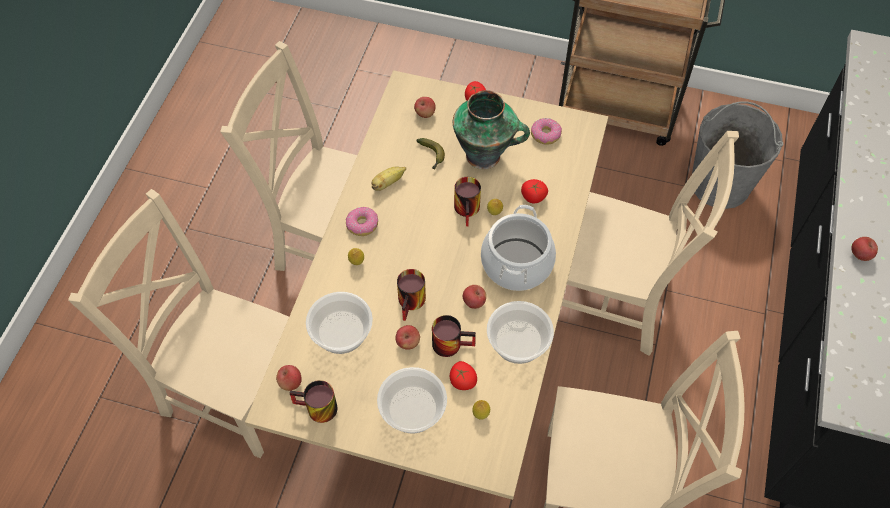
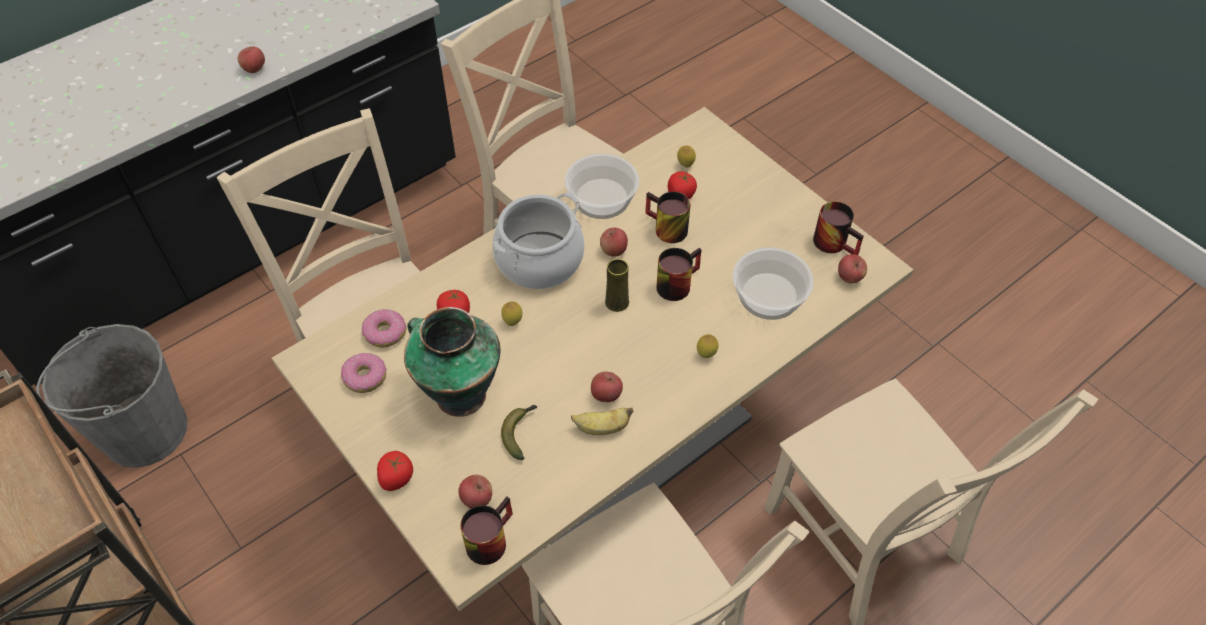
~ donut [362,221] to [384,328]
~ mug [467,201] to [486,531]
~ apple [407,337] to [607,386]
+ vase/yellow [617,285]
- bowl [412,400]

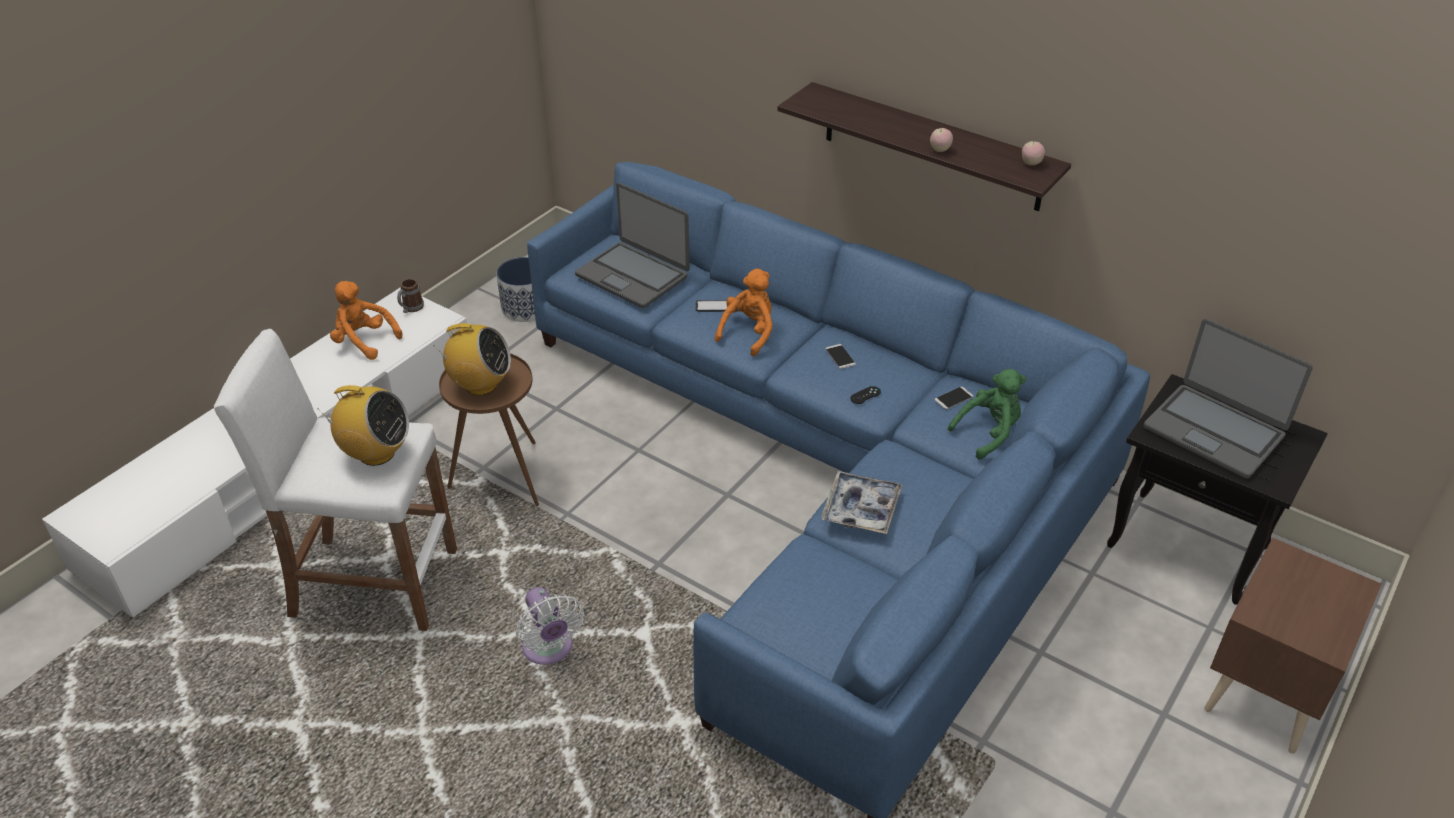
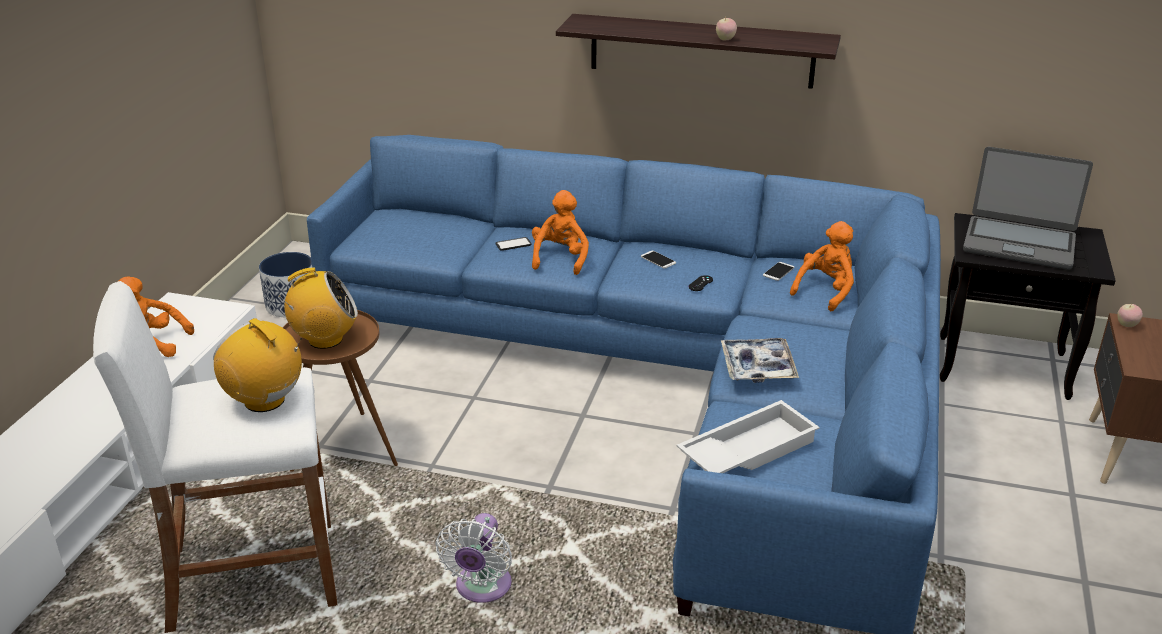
~ radio [363,425] = [257,365] 135 degrees counterclockwise
~ fan/white [550,626] = [473,558] 60 degrees clockwise
+ tray/white [748,436]
~ plush toy/green [987,414] to plush toy/orange [822,266]
~ apple [1033,153] to [1130,315]
- mug [410,296]
- laptop [632,245]

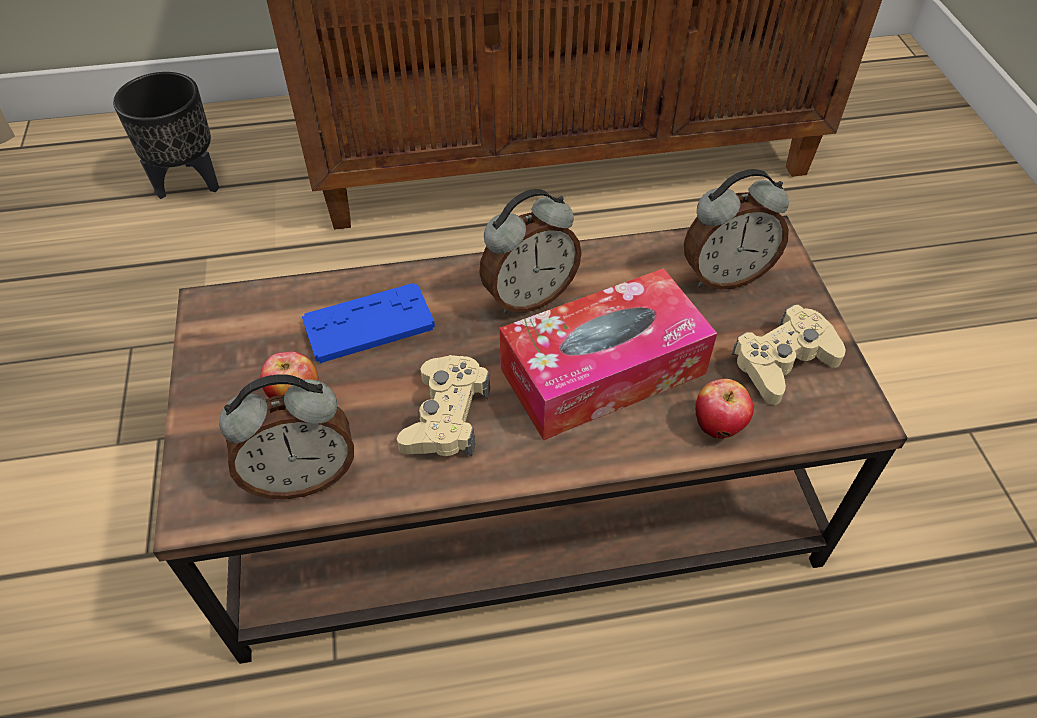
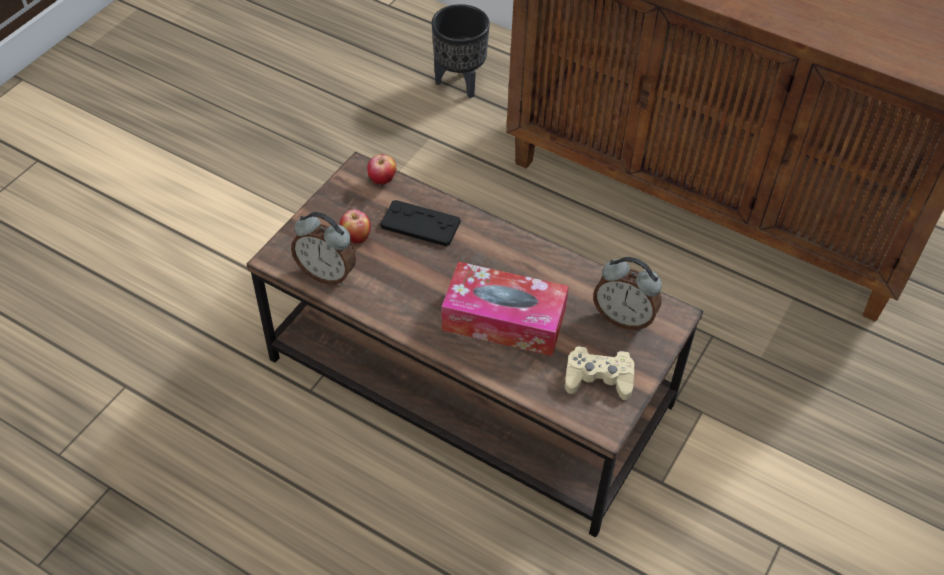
~ apple [724,409] to [381,169]
~ game controller/blue [368,323] to game controller/black [420,223]
- game controller/beige [443,405]
- alarm clock [530,251]

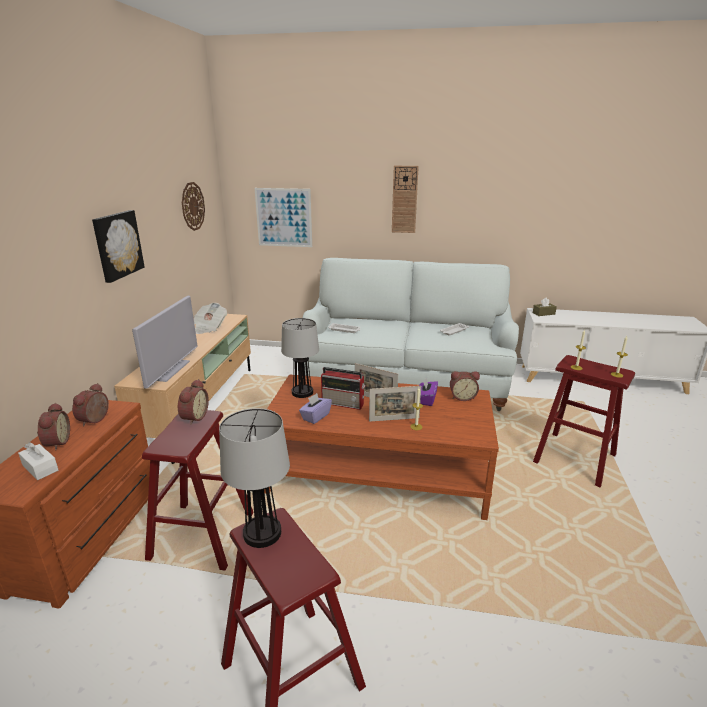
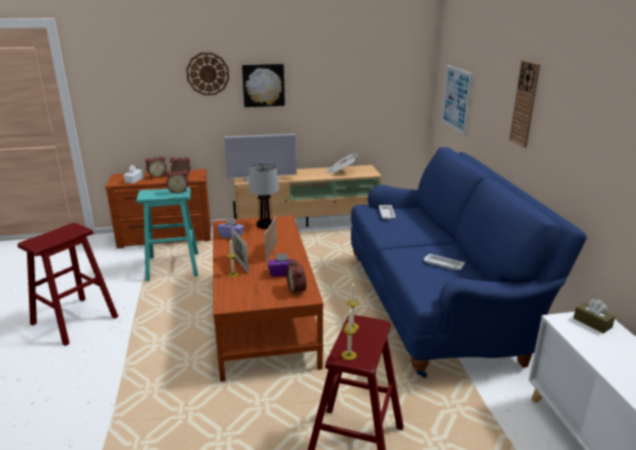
~ stool/red [197,490] to stool/turquoise [167,234]
~ wall clock [193,206] to [207,74]
~ sofa/white [411,334] to sofa/blue [469,262]
- table lamp [254,478]
- radio [343,388]

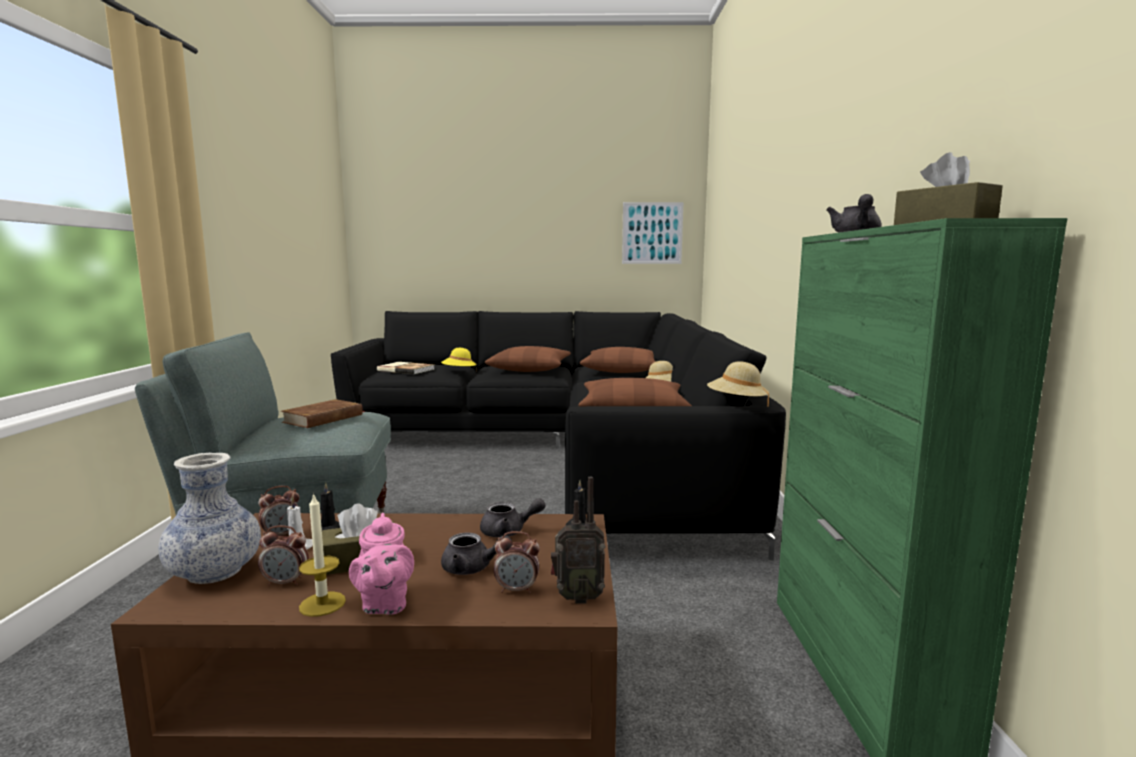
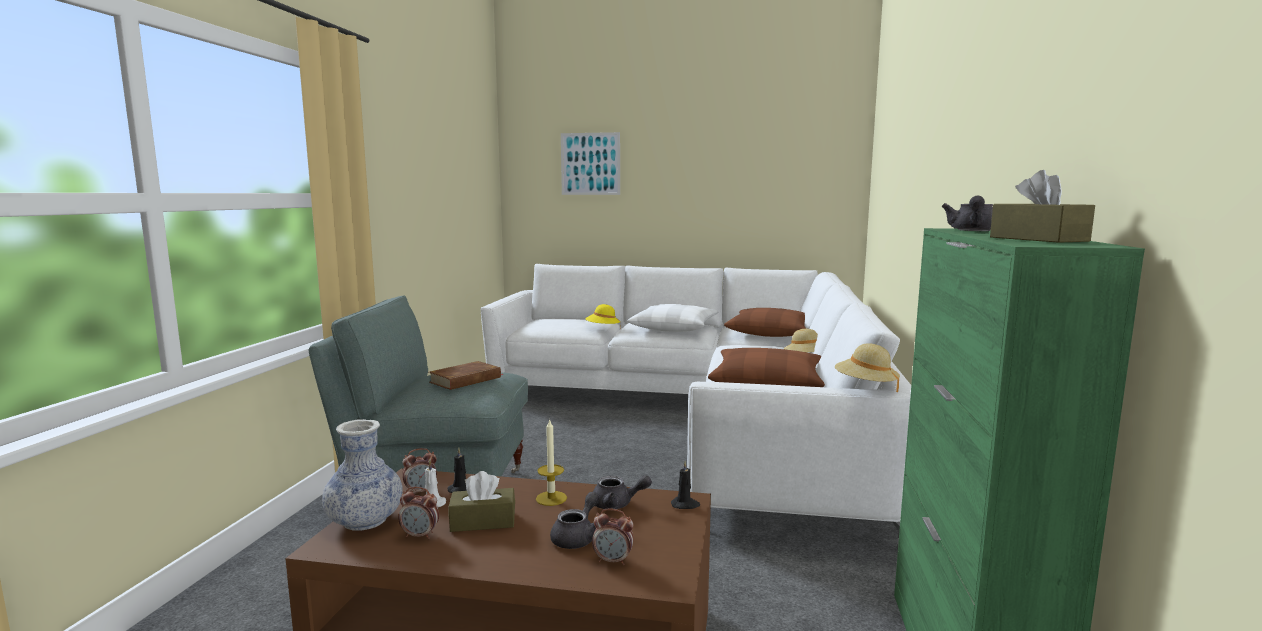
~ sofa/black [558,436] to sofa/white [696,407]
~ candle [322,555] to [551,462]
~ teapot/grey [476,553] = [574,520] 90 degrees counterclockwise
~ picture [652,233] to [590,163]
~ pillow/brown [528,359] to pillow/white [673,318]
- teapot/pink [381,564]
- book [405,368]
- radio [578,540]

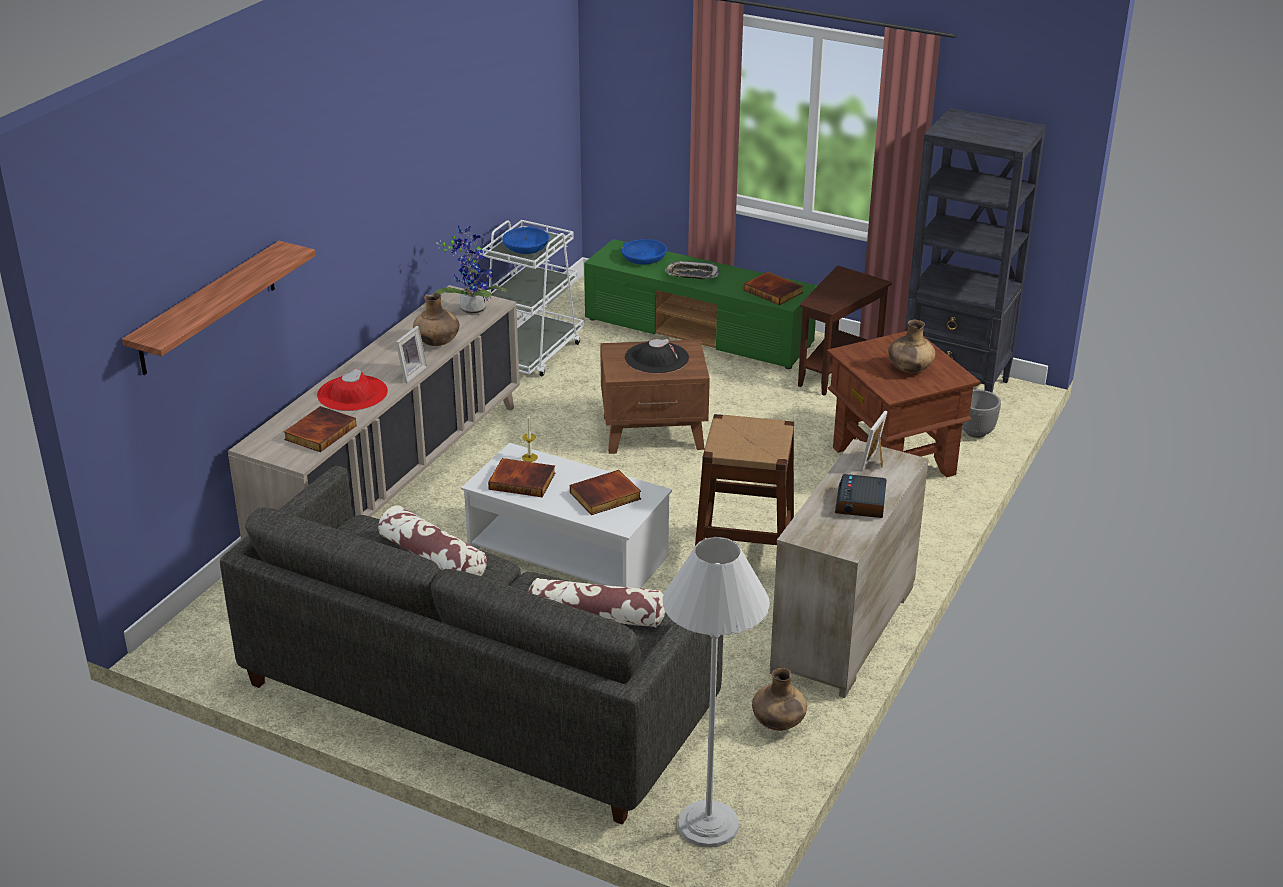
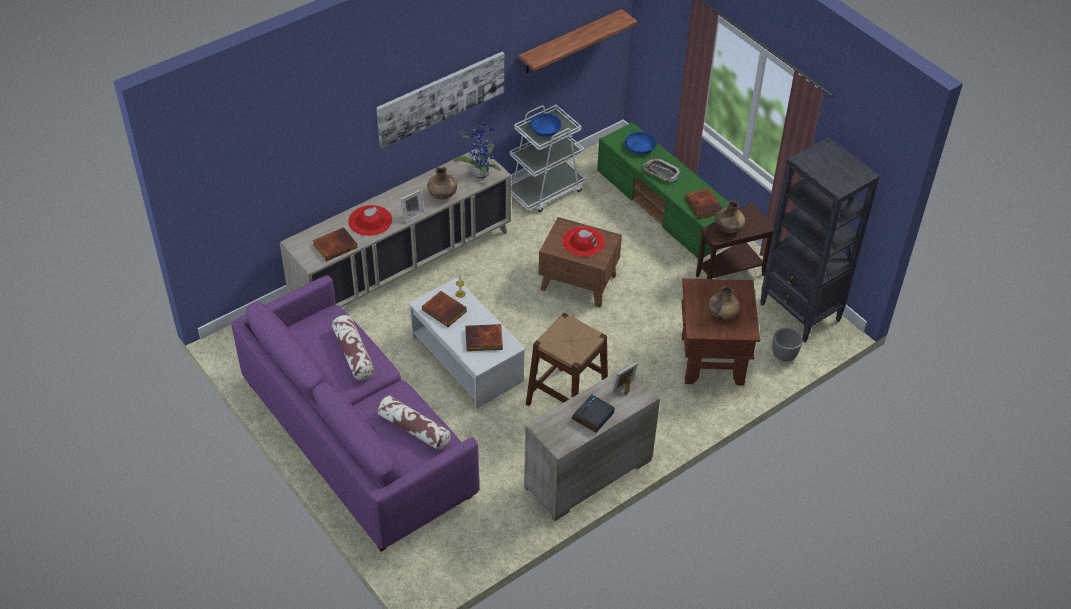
~ sofa/grey [471,645] to sofa/purple [355,413]
+ picture [440,100]
~ shelf [219,308] to [578,41]
~ hat/black [657,356] to hat/red [583,241]
~ vase/brown [779,699] to [730,216]
- floor lamp/white [716,692]

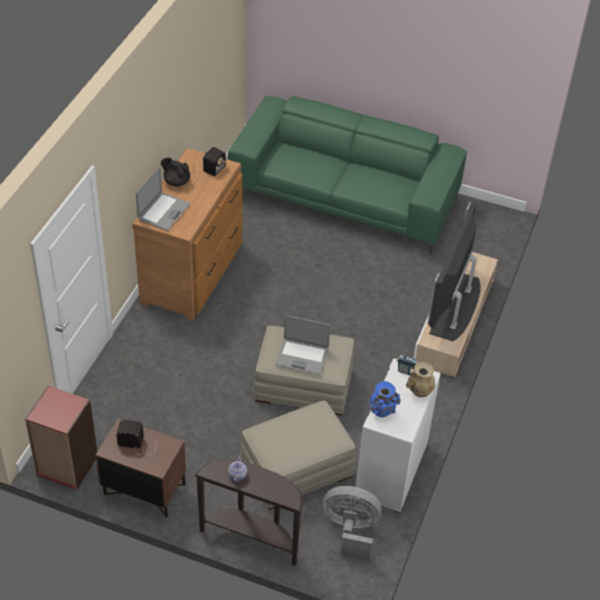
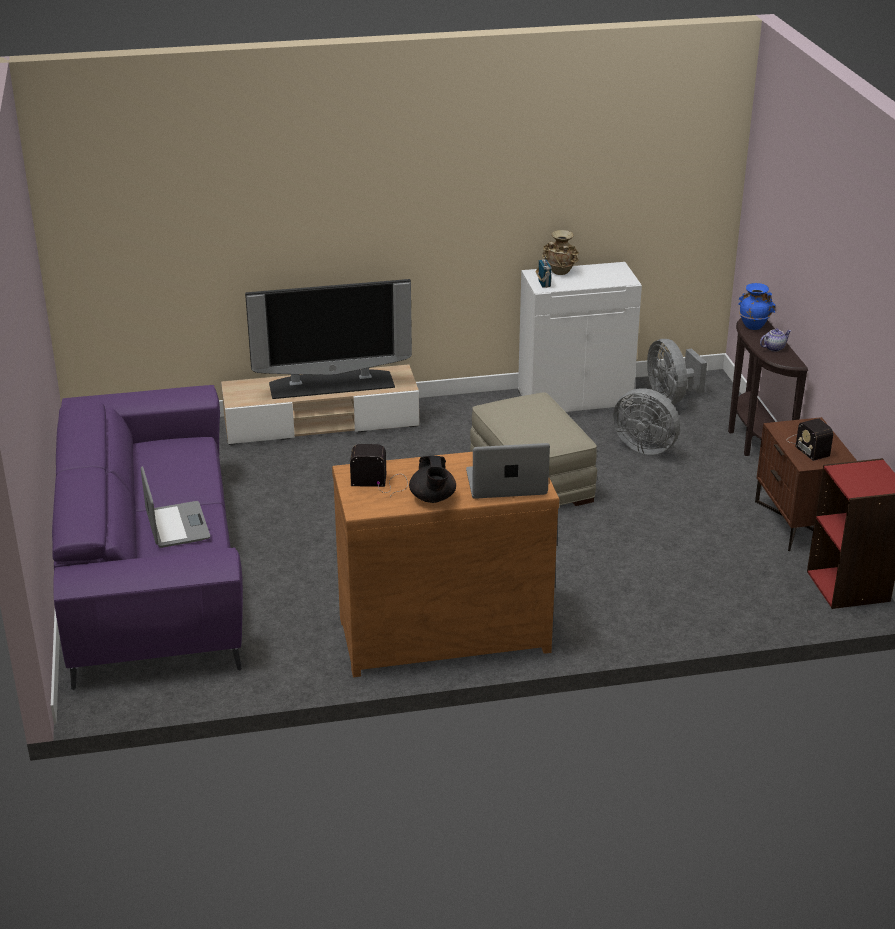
~ sofa/green [347,175] to sofa/purple [147,537]
~ laptop [302,344] to [175,507]
~ ottoman/beige [298,455] to fan/grey [646,421]
~ vase/blue [385,399] to [756,306]

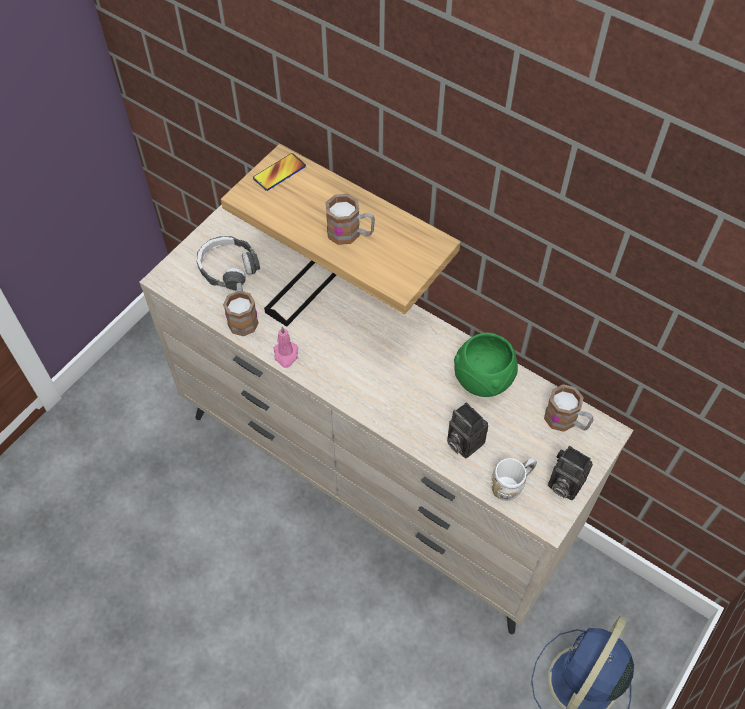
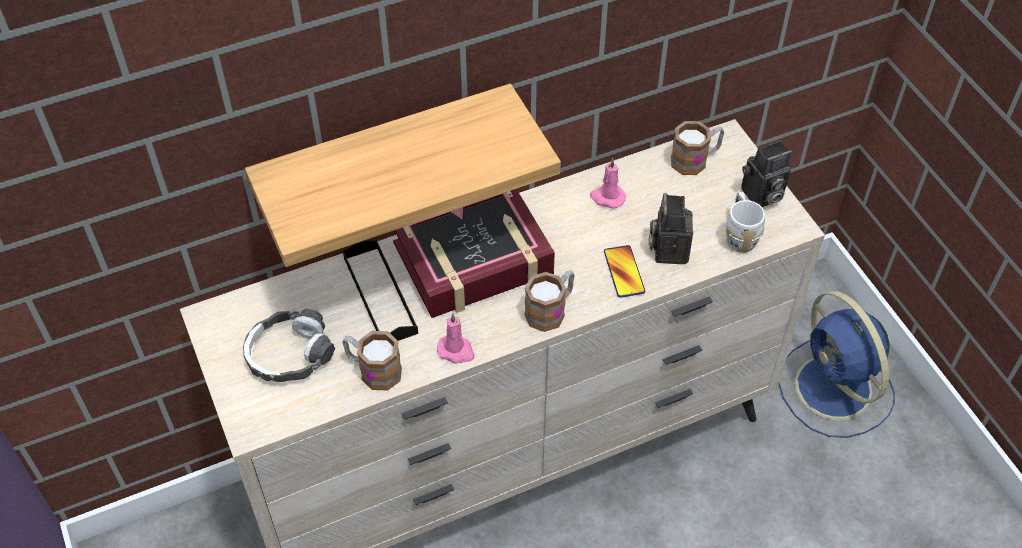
+ book [474,253]
~ mug [350,219] to [549,301]
~ bowl/green [486,365] to candle/pink [608,183]
~ phone [279,172] to [624,271]
~ photo camera [467,430] = [671,228] 105 degrees clockwise

